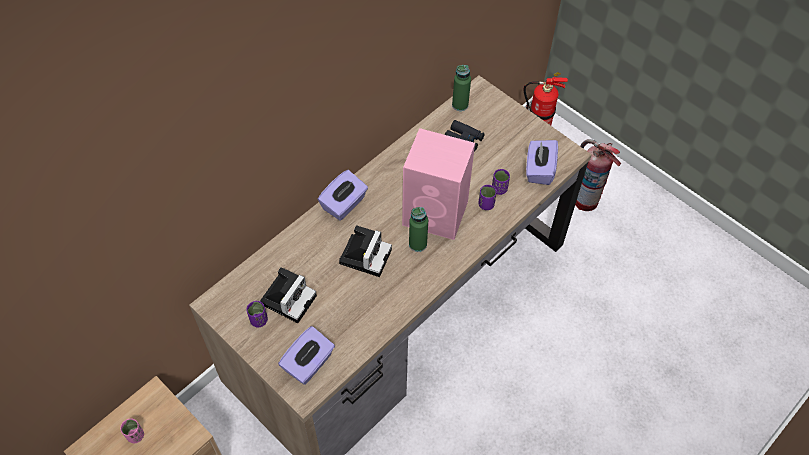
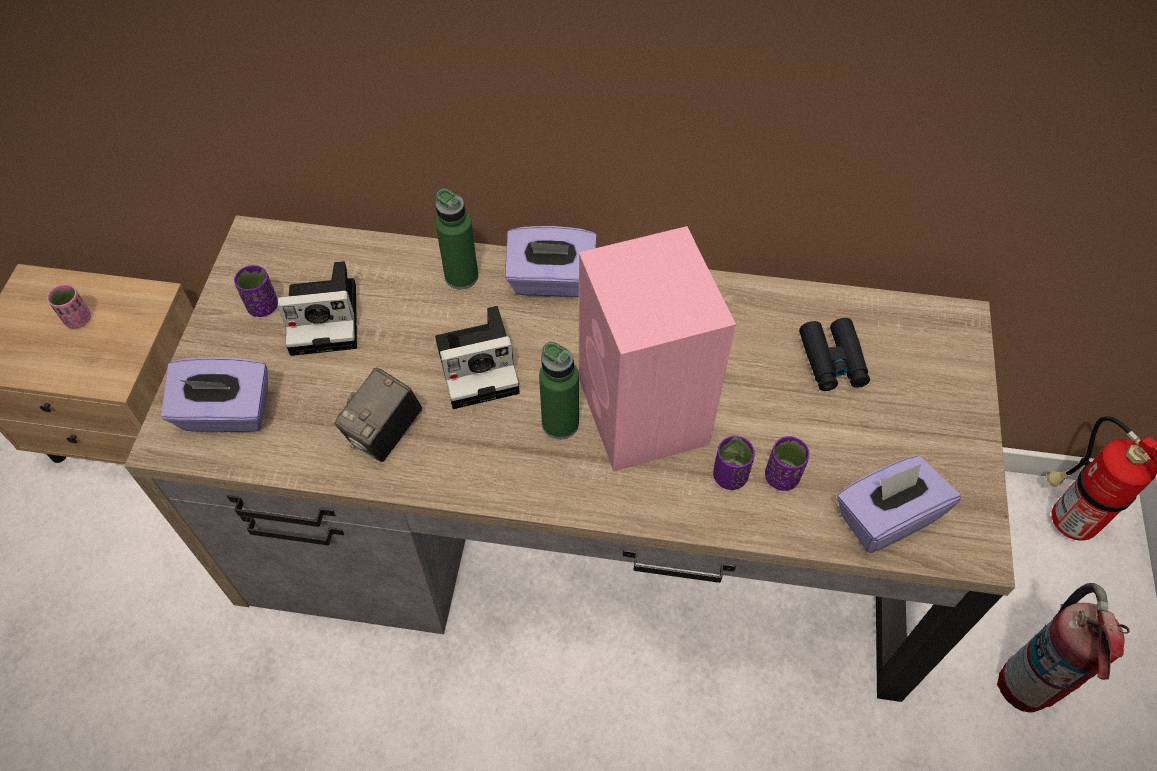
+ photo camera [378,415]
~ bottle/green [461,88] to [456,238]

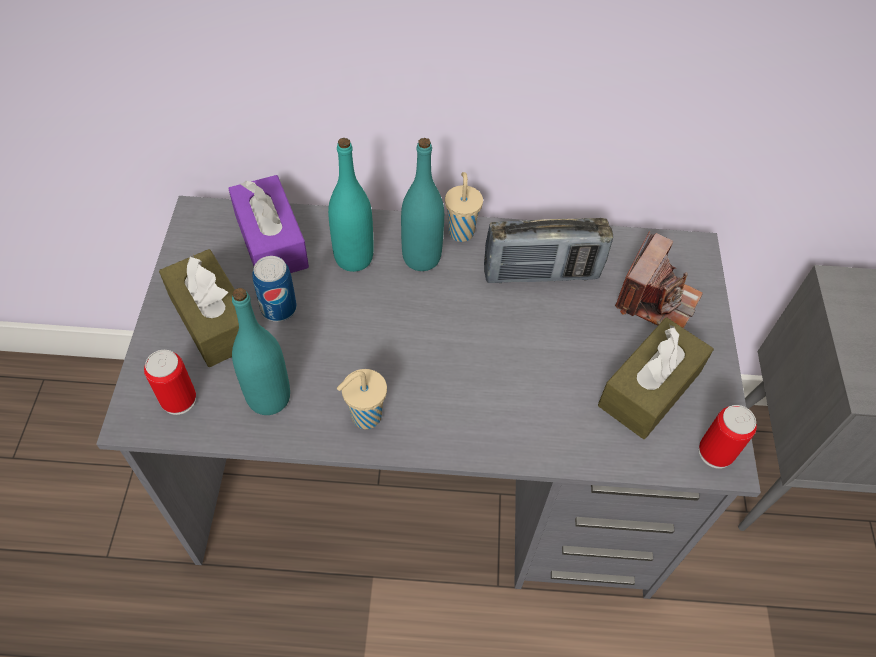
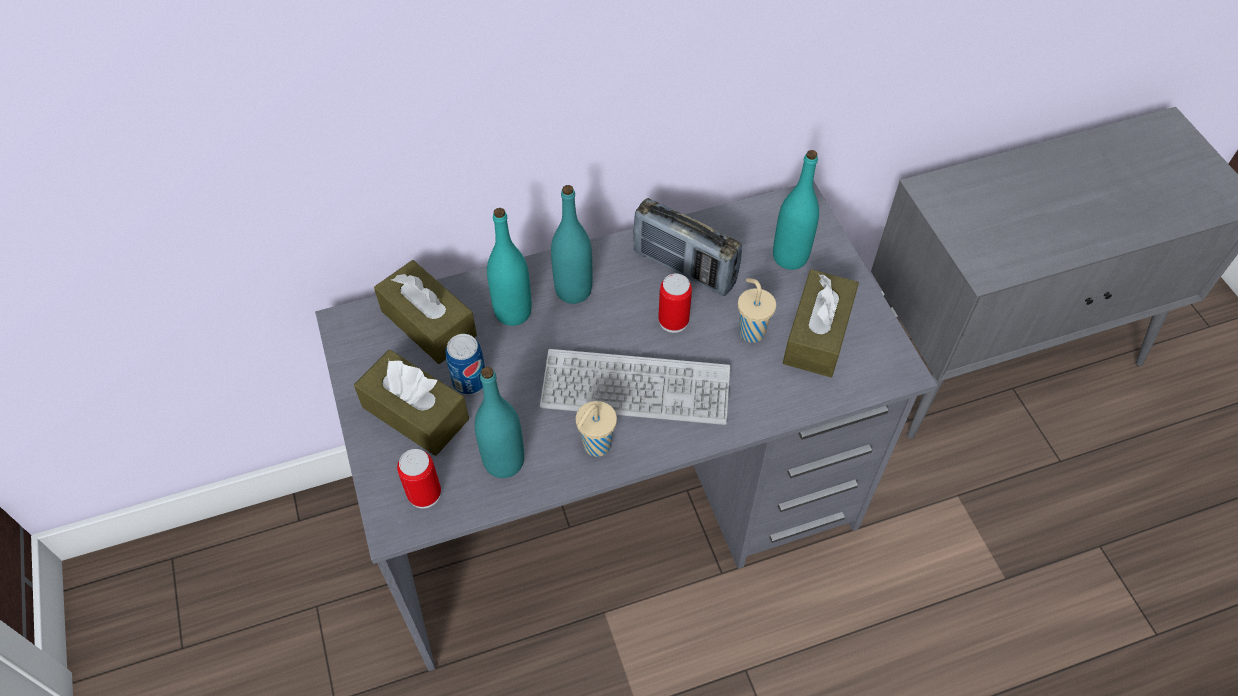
~ tissue box/purple [268,224] to tissue box/brown [425,312]
+ keyboard [635,387]
~ radio [548,250] = [687,247] 60 degrees clockwise
~ can [728,437] to [675,303]
~ cup/beige [464,207] to [757,310]
~ photo camera [659,279] to bottle/turquoise [796,210]

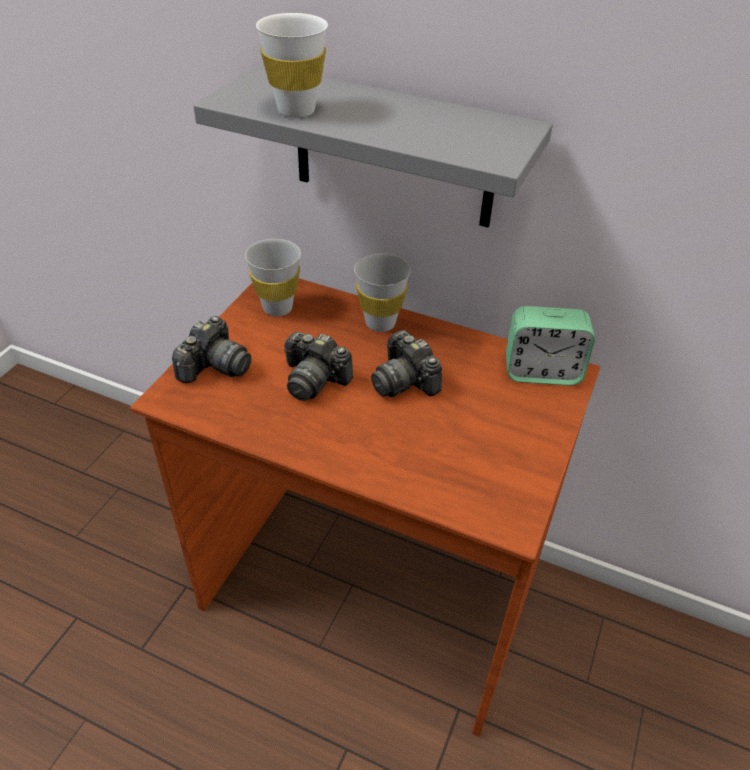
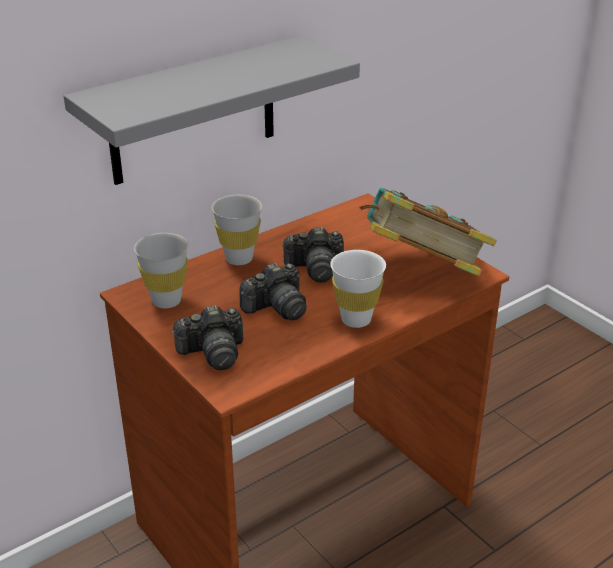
~ photo camera [211,349] = [207,337] 105 degrees clockwise
~ cup/white [292,65] to [358,289]
+ book [428,232]
- alarm clock [550,346]

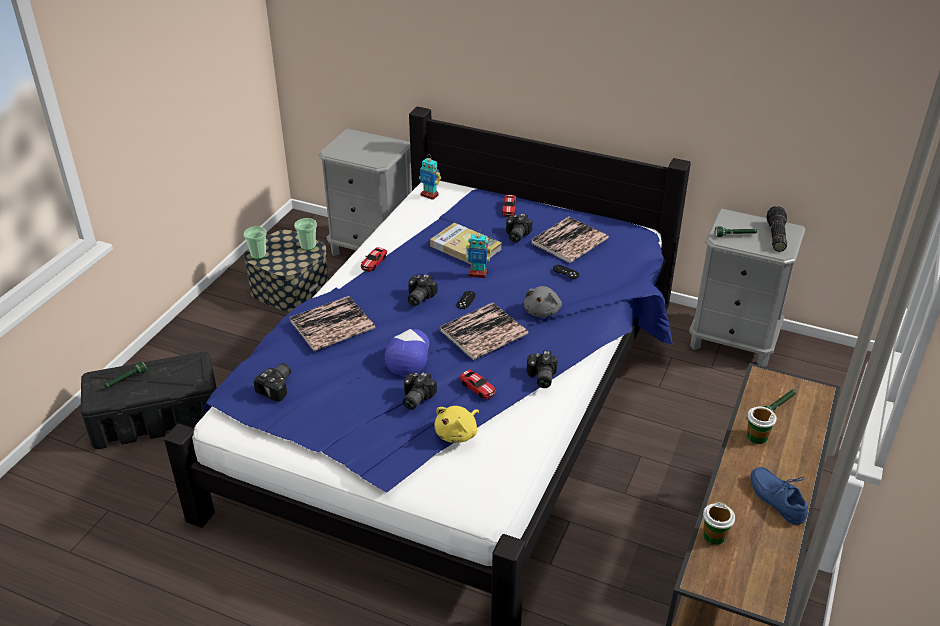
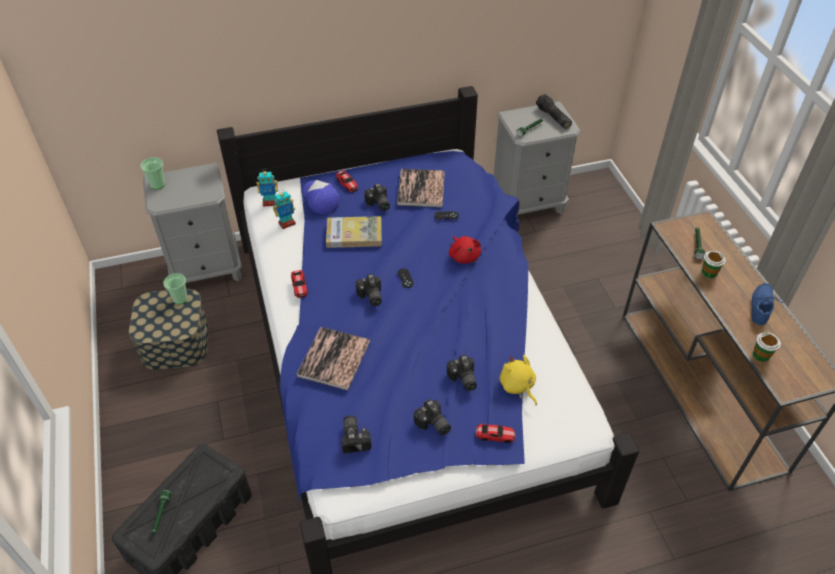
~ cup [255,242] to [152,173]
~ toy robot [478,254] to [284,209]
~ cap [407,352] to [321,197]
~ photo camera [542,369] to [432,417]
~ plush toy/grey [543,301] to plush toy/red [465,250]
~ toy car [478,384] to [495,433]
~ plush toy/yellow [457,424] = [518,380] 150 degrees clockwise
~ shoe/blue [779,496] = [767,304] 90 degrees clockwise
- book [483,331]

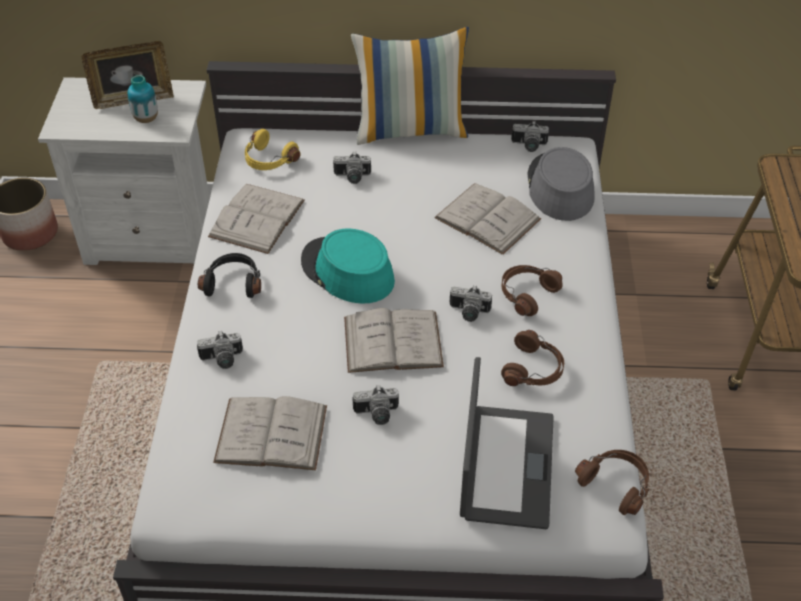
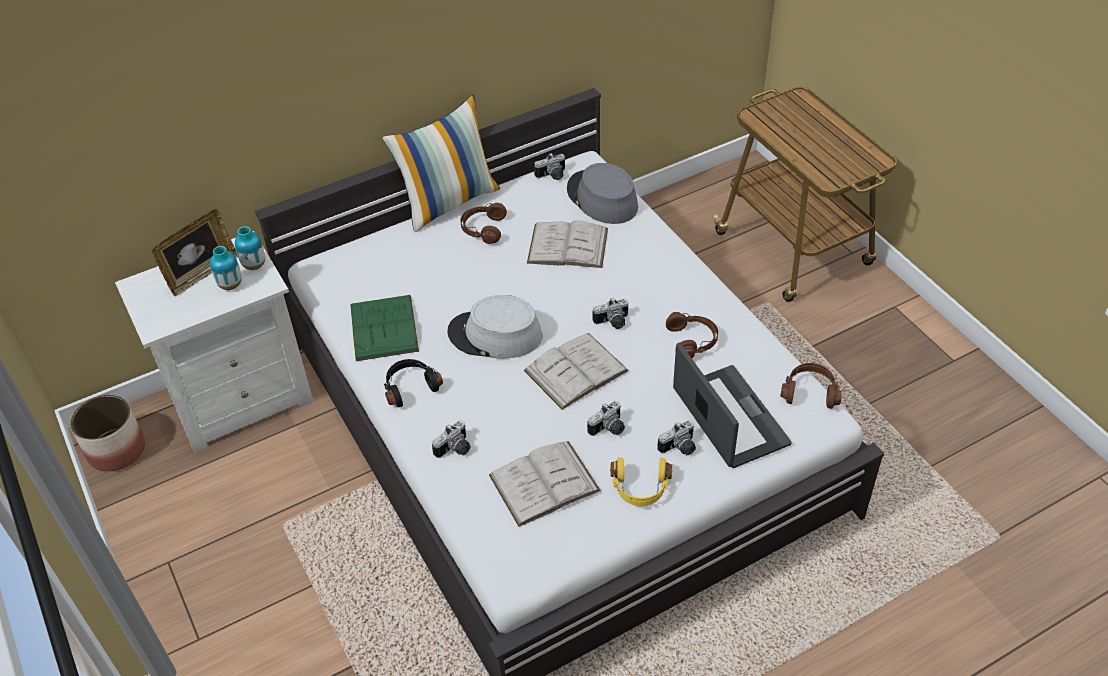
+ vase [250,248]
~ book/white [256,219] to book/green [384,328]
~ hat/turquoise [348,266] to hat/grey [494,327]
~ headphones/brown [532,290] to [483,223]
~ headphones/yellow [272,149] to [641,482]
~ photo camera [352,168] to [676,437]

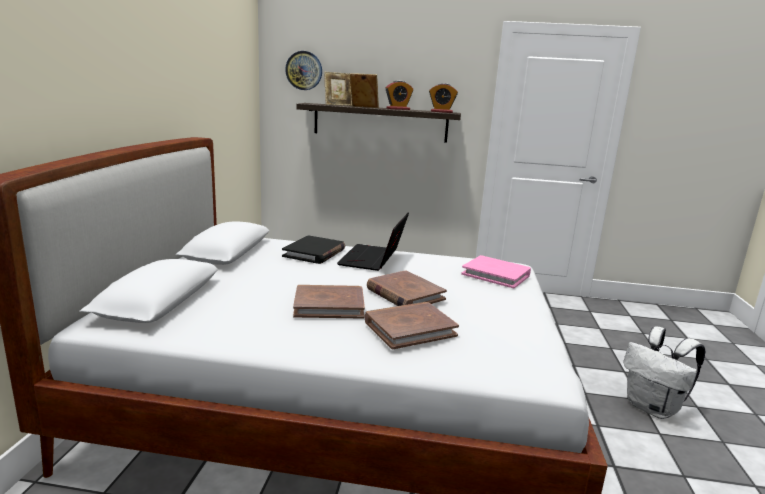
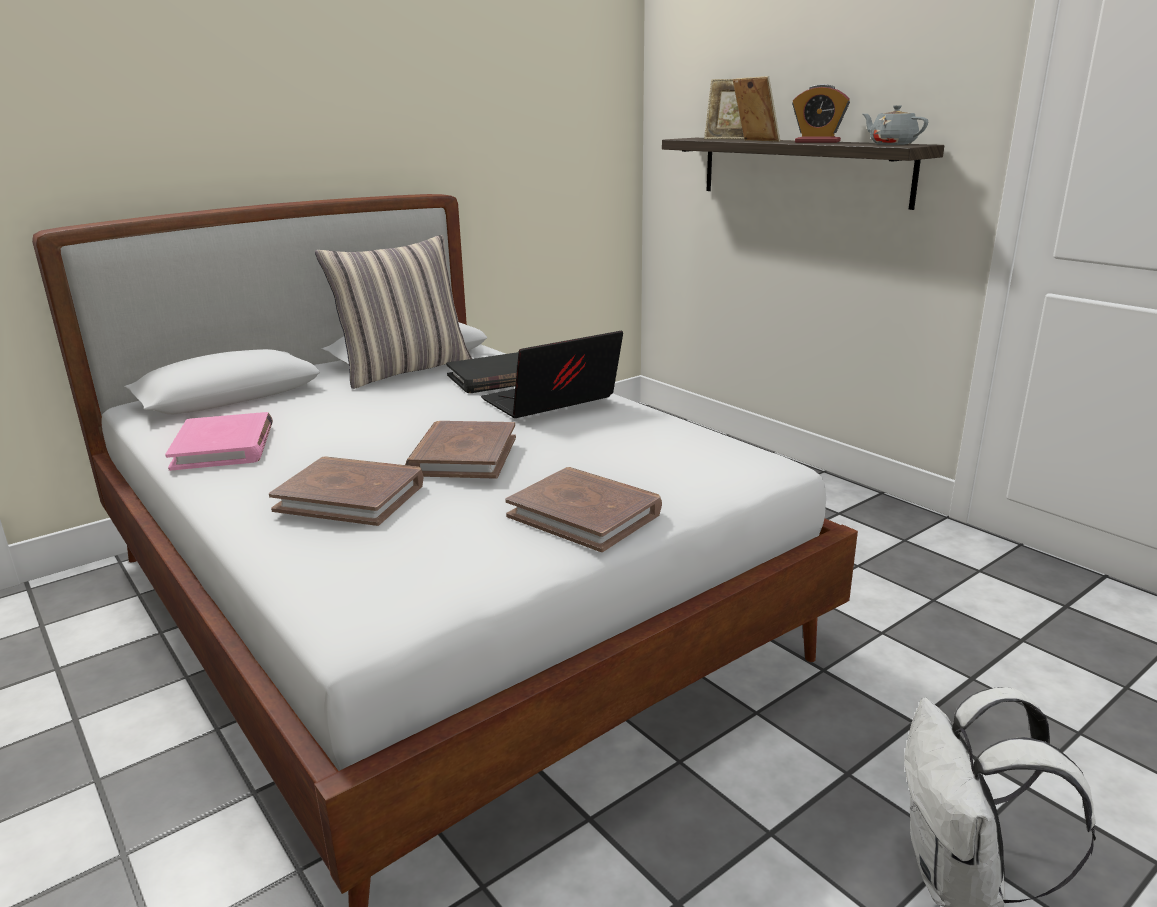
~ book/pink [496,271] to [219,441]
+ pillow [393,312]
~ book/brown [329,302] to [583,509]
~ alarm clock [443,98] to teapot/grey [895,125]
- wall clock [303,70]

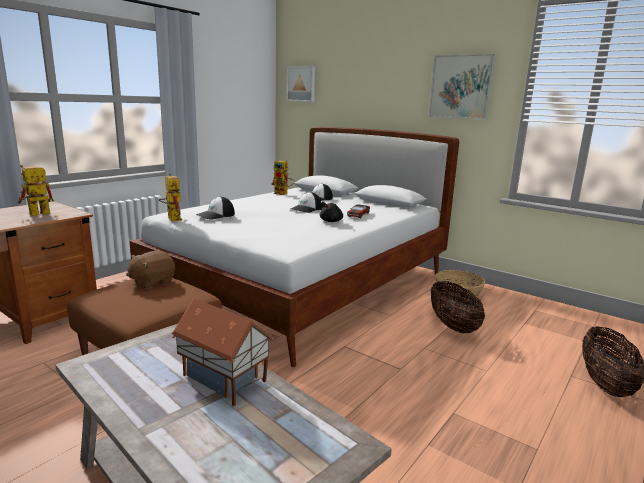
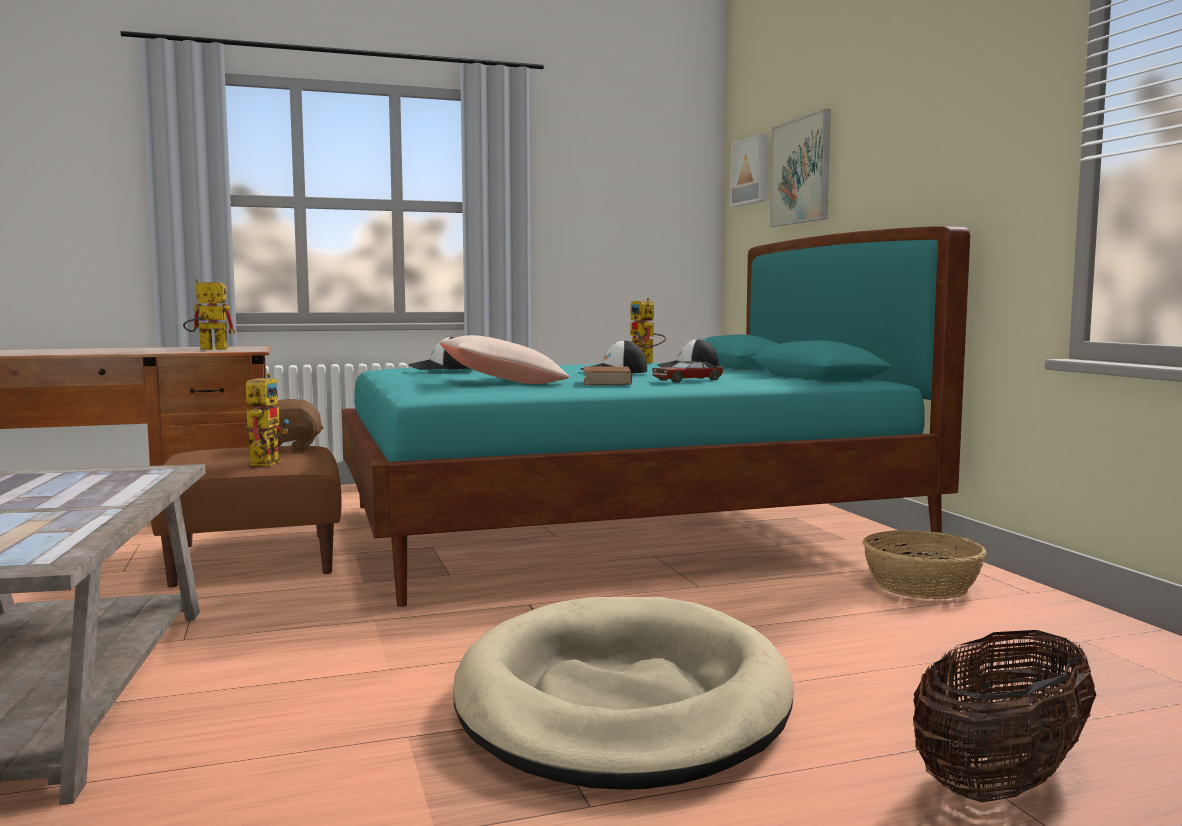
~ toy robot [171,197] to [267,419]
~ bed/white [294,247] to bed/turquoise [656,416]
+ pillow/beige [504,359]
+ dog bed/beige [623,693]
~ plush toy/black [331,212] to book/brown [607,375]
~ picture [462,86] to [800,168]
- toy house [222,352]
- basket [458,307]

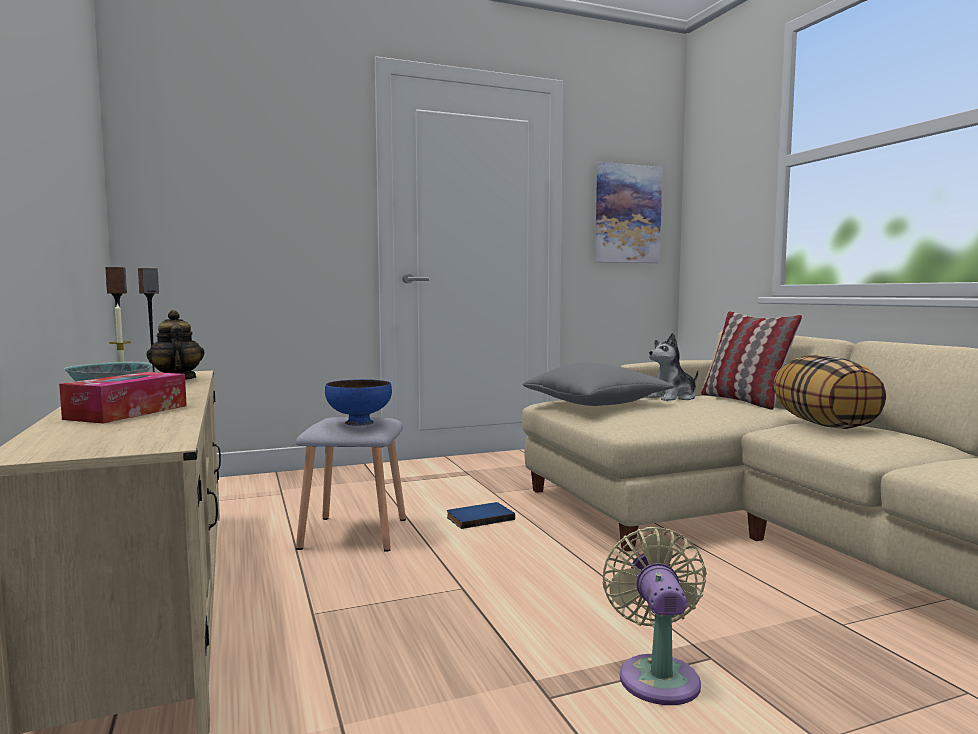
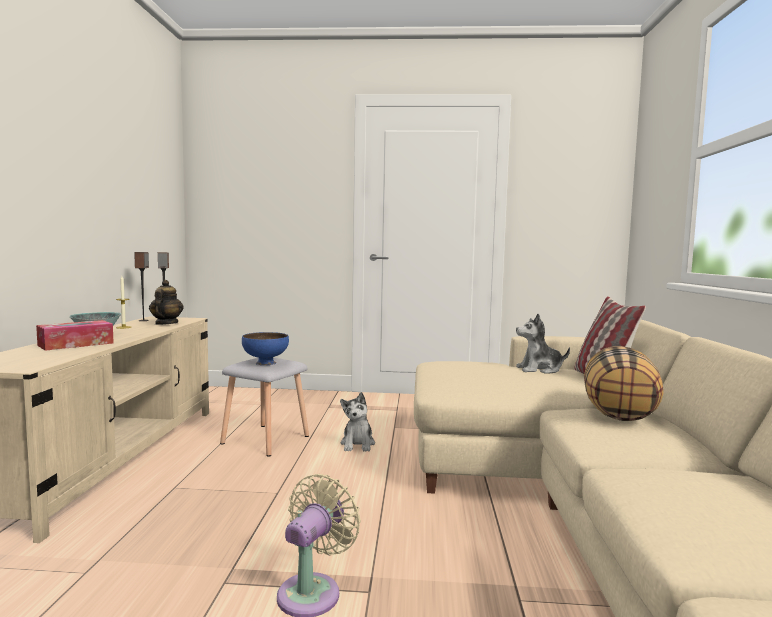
~ book/blue [481,515] to plush toy [357,422]
- pillow/grey [598,384]
- picture [628,212]

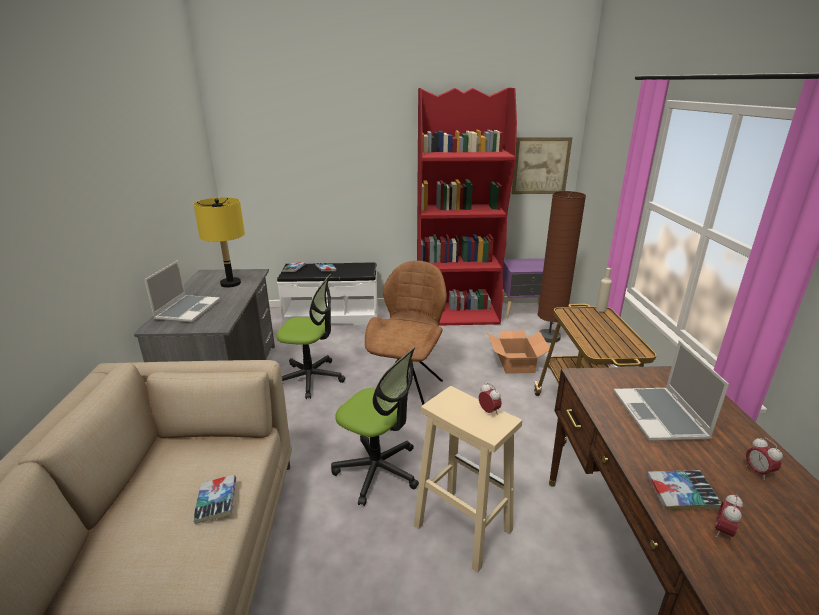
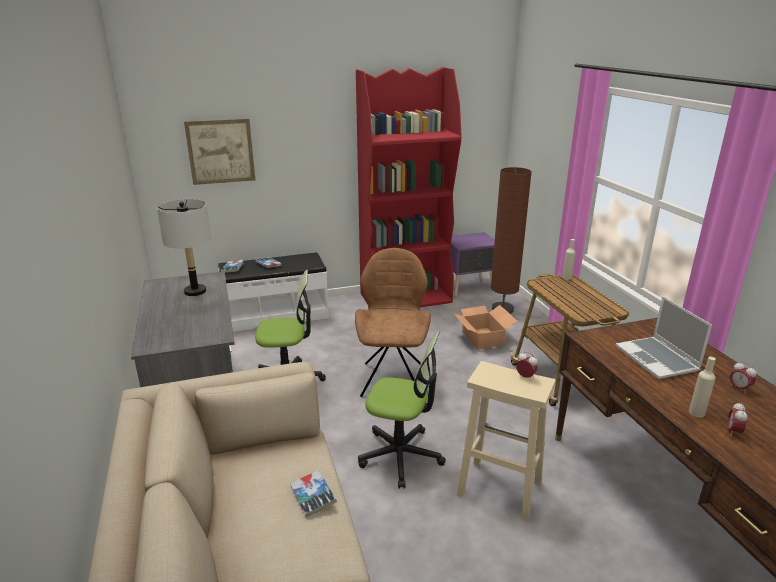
~ table lamp/yellow [219,242] to table lamp/grey [184,247]
~ picture [542,165] to [219,152]
~ book [684,490] to bottle/beige [702,387]
- laptop [182,291]

